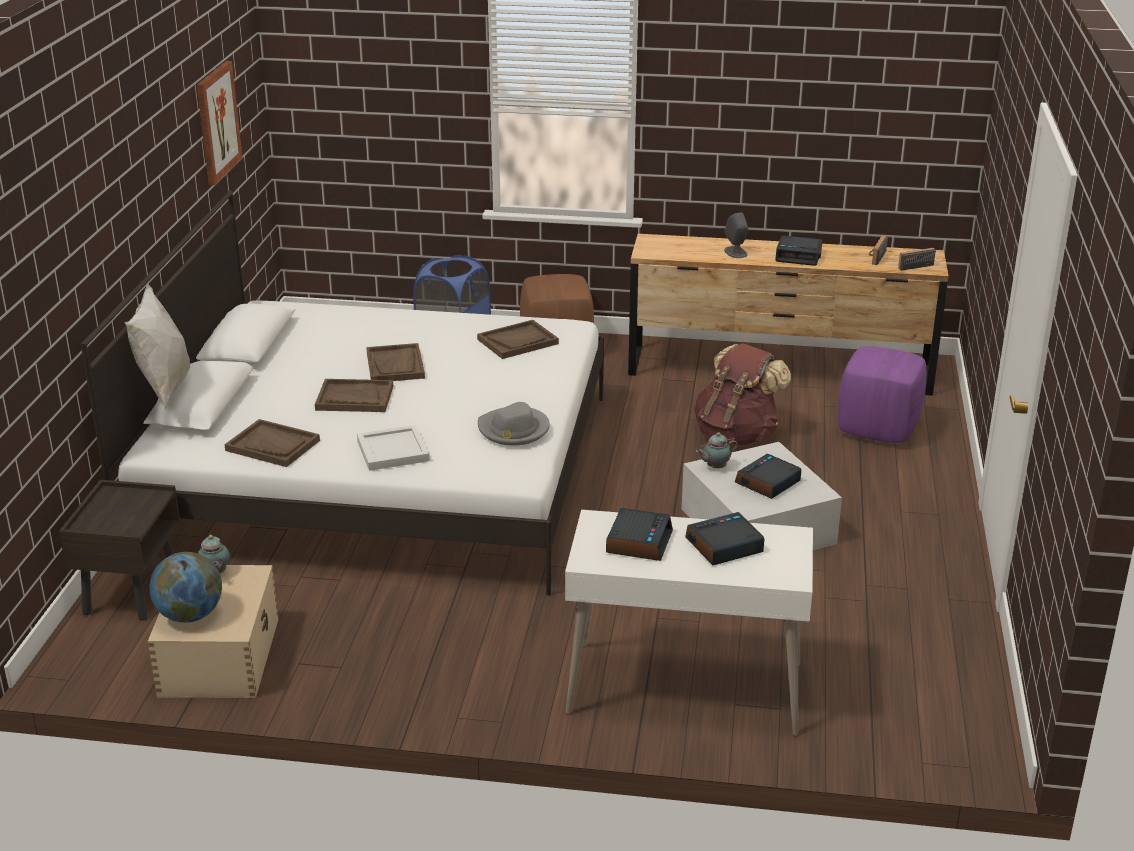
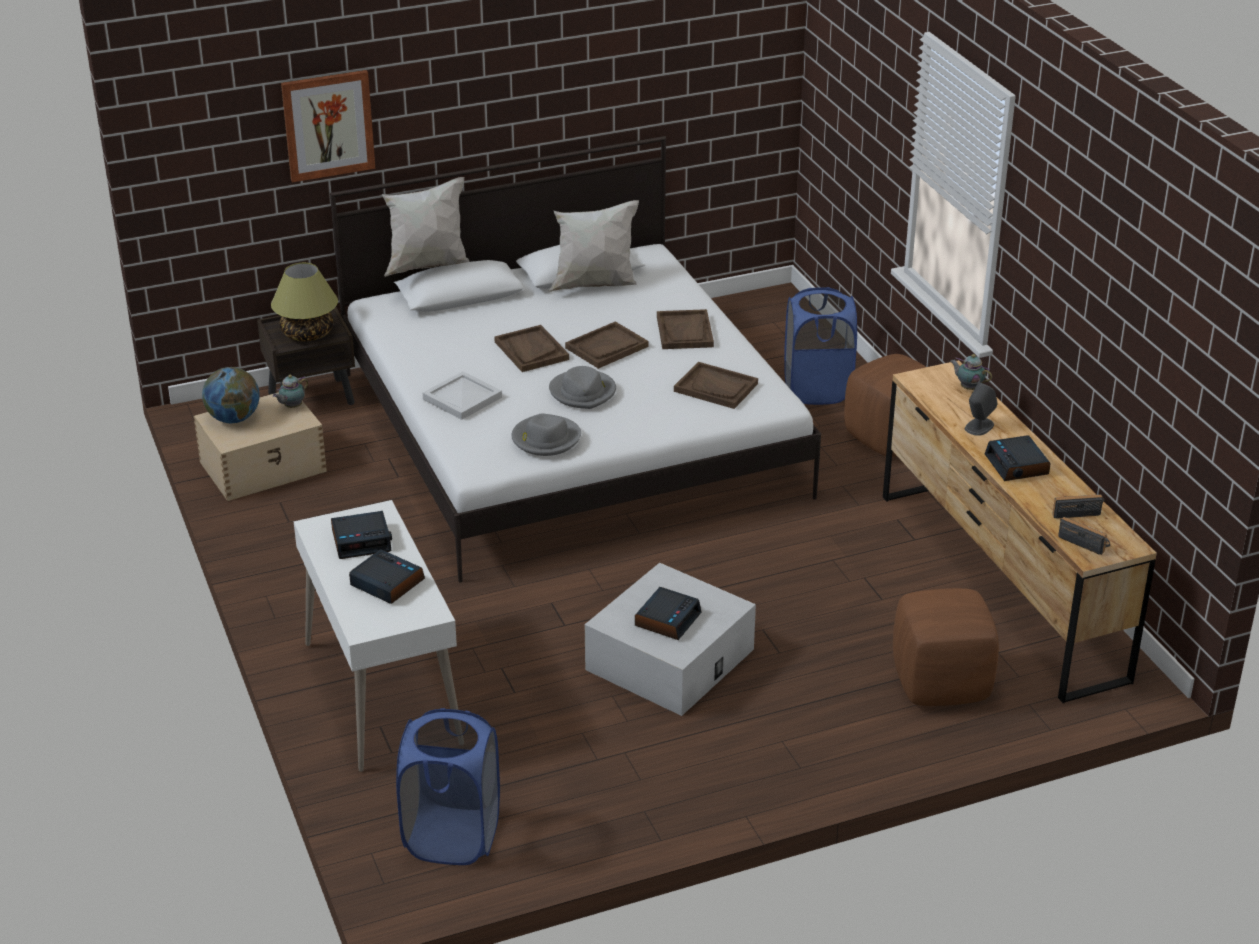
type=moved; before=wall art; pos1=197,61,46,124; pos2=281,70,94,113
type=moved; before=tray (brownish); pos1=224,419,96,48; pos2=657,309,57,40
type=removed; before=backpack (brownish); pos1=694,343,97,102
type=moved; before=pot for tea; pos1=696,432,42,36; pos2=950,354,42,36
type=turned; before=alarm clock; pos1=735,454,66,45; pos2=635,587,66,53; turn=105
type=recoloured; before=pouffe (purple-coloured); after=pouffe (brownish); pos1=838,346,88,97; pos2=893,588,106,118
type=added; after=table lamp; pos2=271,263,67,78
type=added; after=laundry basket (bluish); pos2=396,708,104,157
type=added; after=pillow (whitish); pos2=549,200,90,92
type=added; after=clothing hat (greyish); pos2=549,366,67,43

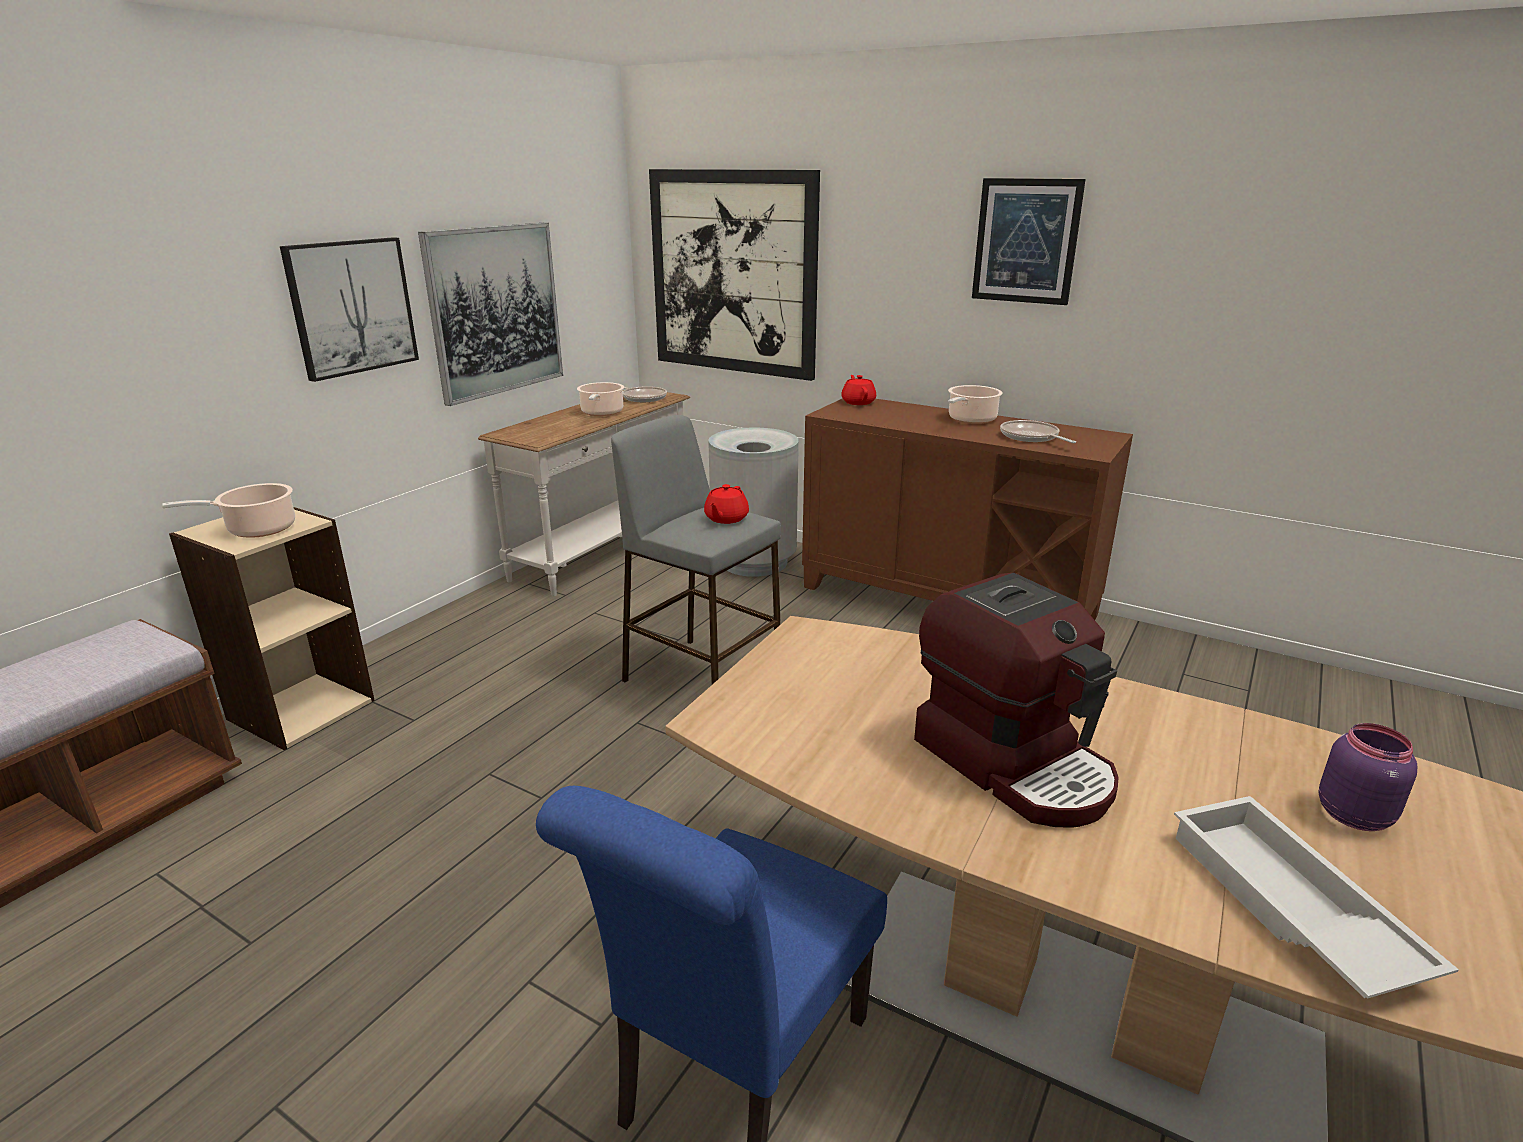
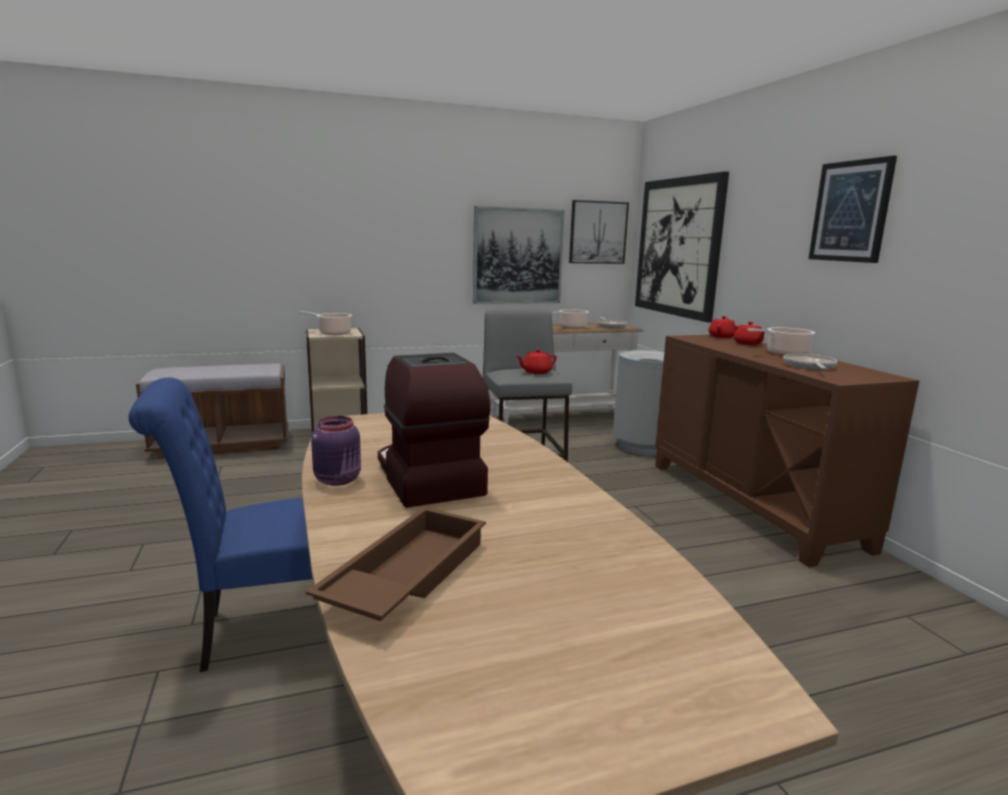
type=moved; before=wall art; pos1=280,237,139,145; pos2=569,200,60,64
type=turned; before=coffee maker; pos1=914,573,204,255; pos2=378,353,113,155; turn=150
type=recoloured; before=tray (whitish); after=tray (brownish); pos1=1174,796,285,203; pos2=306,507,180,114
type=moved; before=preserve jar (purple-coloured); pos1=1319,723,98,108; pos2=311,416,50,70
type=added; after=pot for tea (reddish); pos2=734,322,31,23

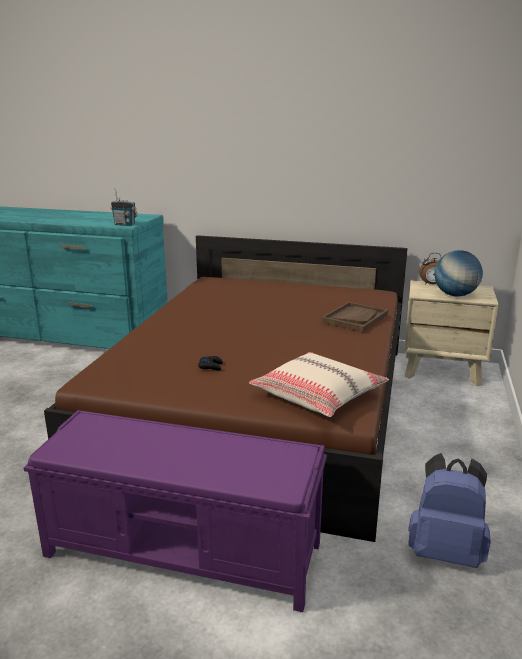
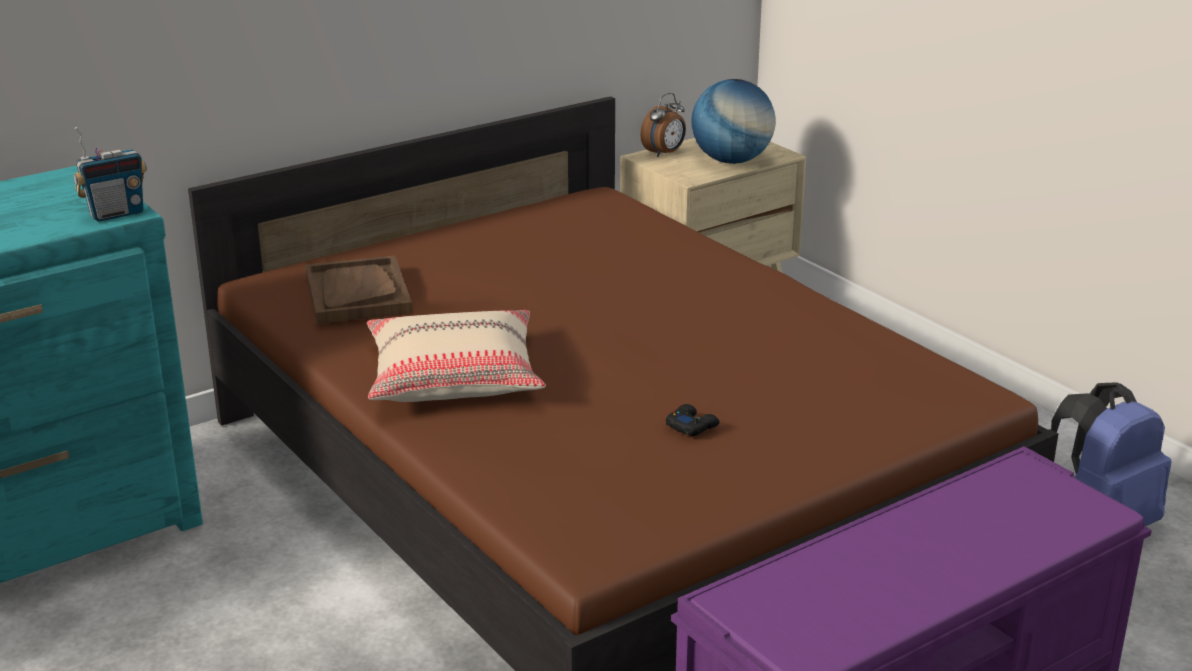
type=moved; before=pillow (beige-coloured); pos1=249,352,140,65; pos2=367,310,179,92
type=moved; before=tray (brownish); pos1=322,302,66,30; pos2=305,256,108,68

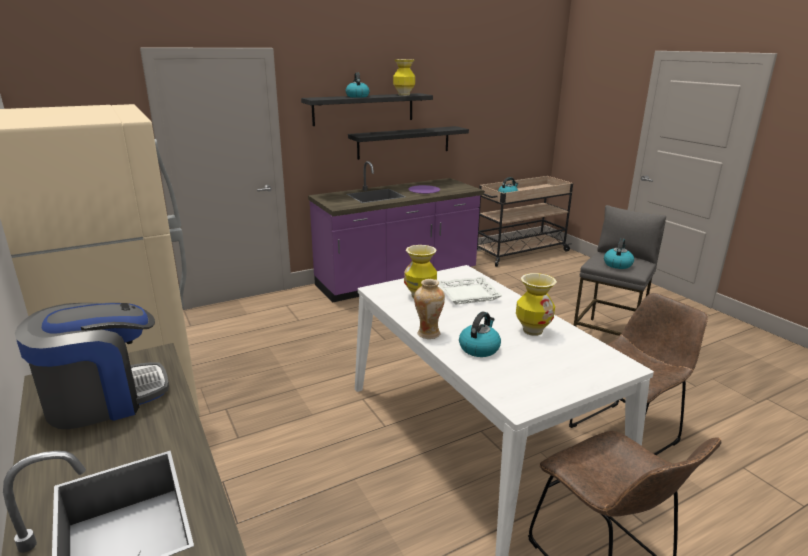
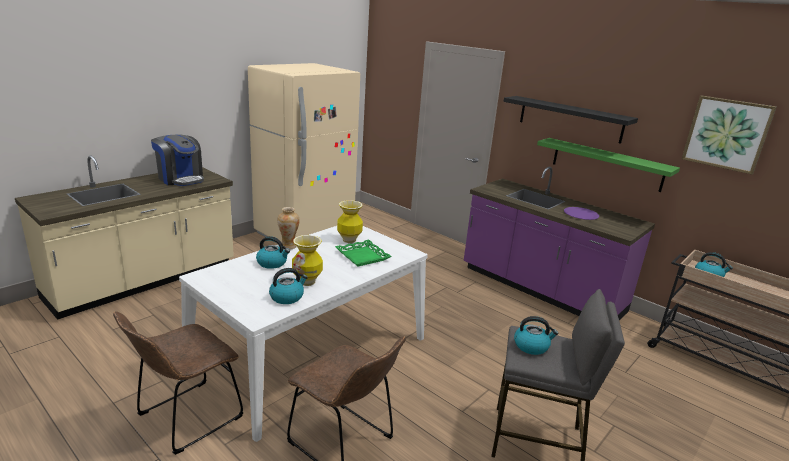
type=moved; before=water kettle; pos1=345,72,25,26; pos2=269,268,39,36
type=recoloured; before=shelf (blackish); after=shelf (greenish); pos1=348,126,121,34; pos2=537,138,143,54
type=removed; before=decorative vase; pos1=393,59,22,37
type=recoloured; before=tray (whitish); after=tray (greenish); pos1=439,276,64,28; pos2=335,240,57,26
type=added; after=wall art; pos2=682,95,94,79

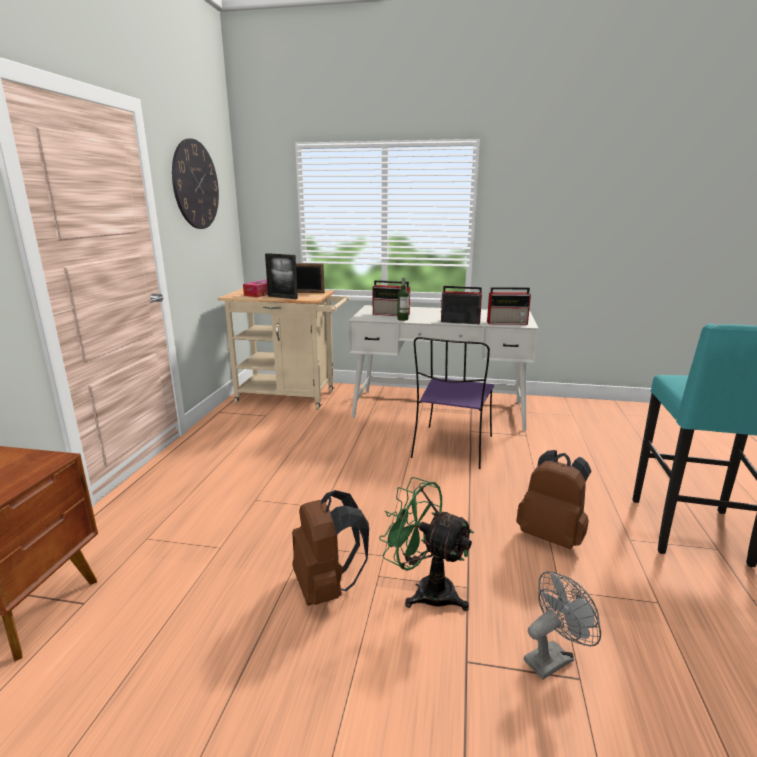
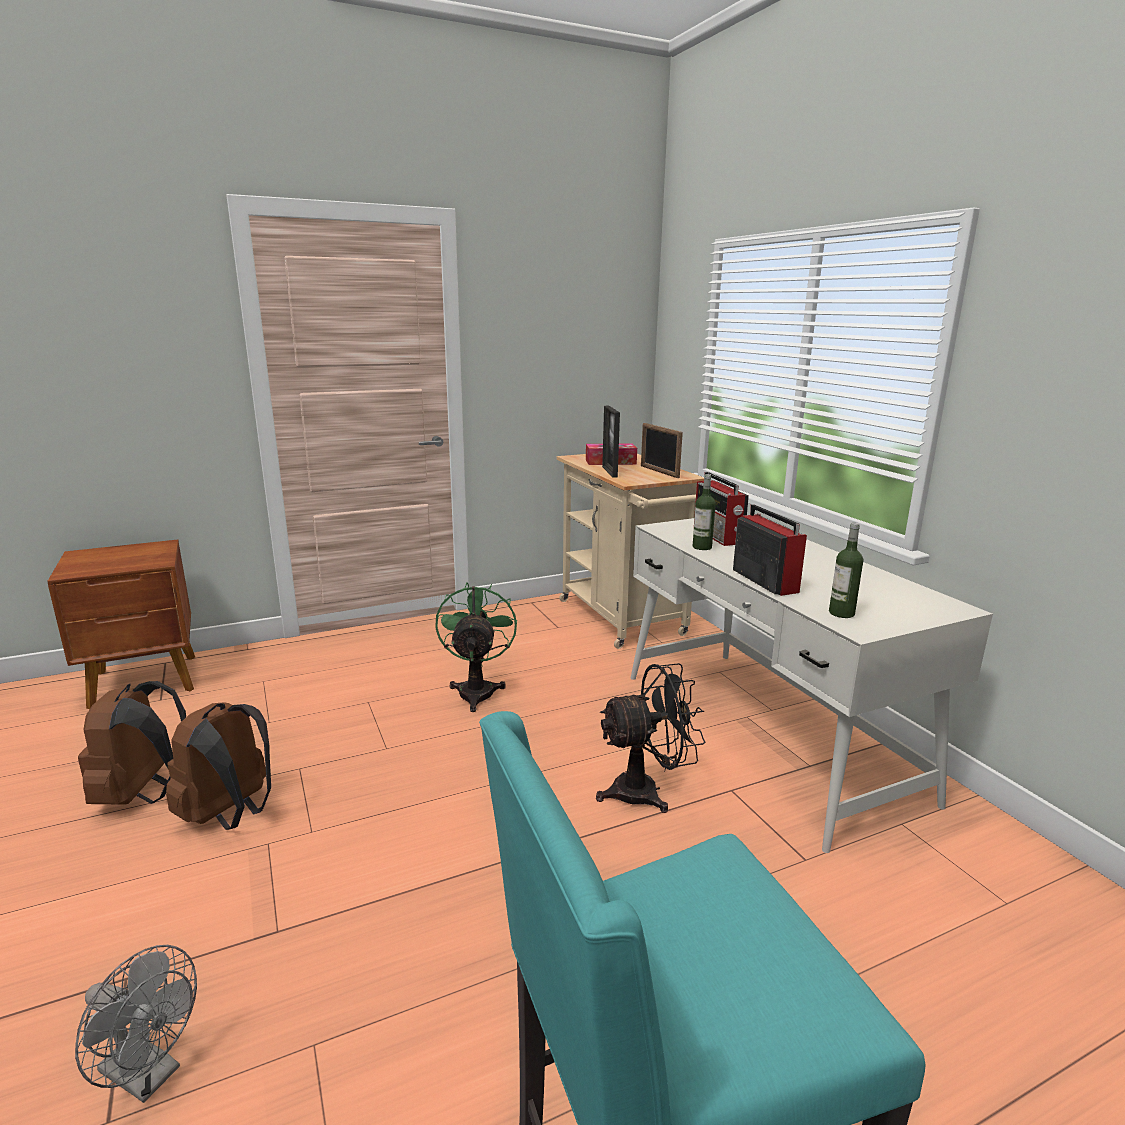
type=removed; before=clock on the wall; pos1=172,139,47,90
type=moved; before=fan (greenish); pos1=379,477,95,134; pos2=435,583,82,129
type=replaced; before=upright chair (purple-coloured); after=fan (blackish); pos1=411,337,83,132; pos2=596,663,109,150
type=replaced; before=radio receiver; after=beverage bottle; pos1=487,287,44,38; pos2=829,523,34,95
type=moved; before=backpack (brownish); pos1=516,450,75,99; pos2=78,681,108,124

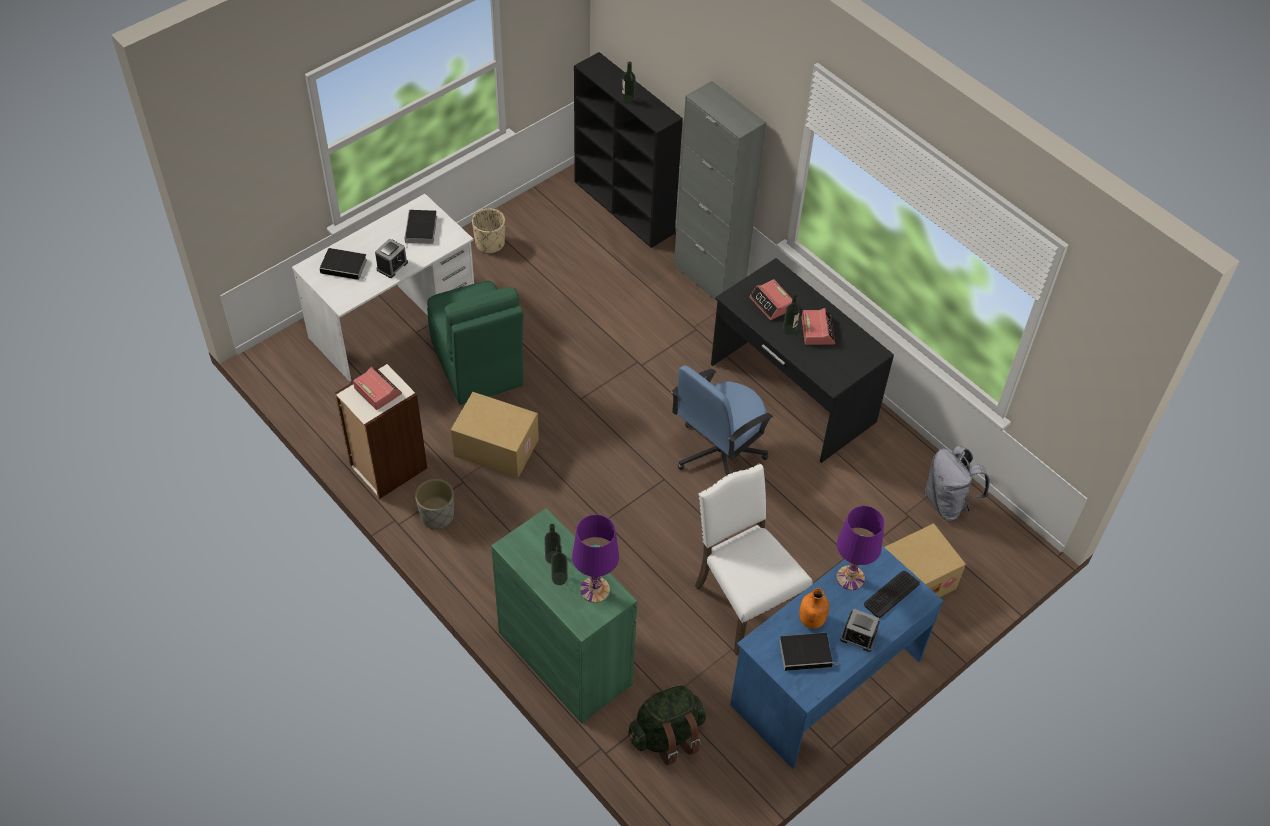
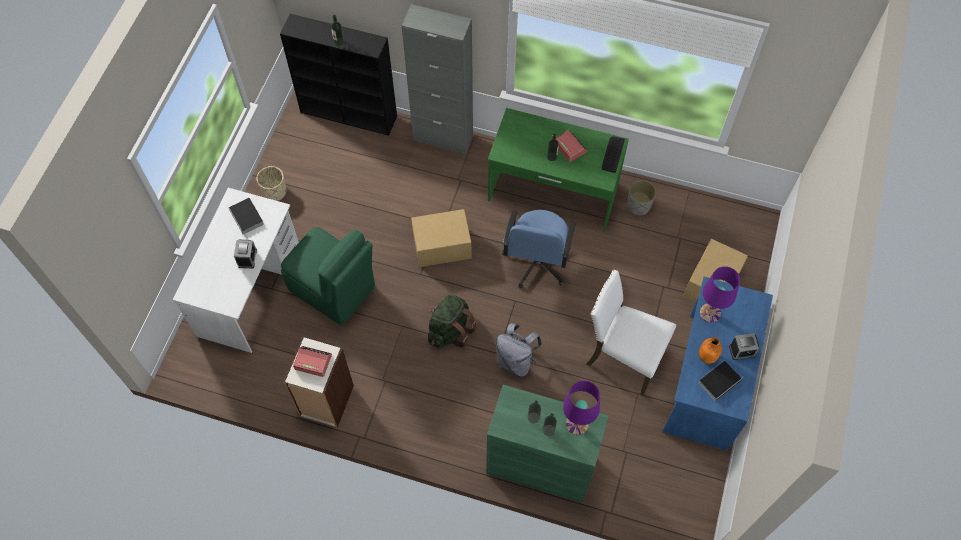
type=removed; before=bound book; pos1=319,248,48,32
type=moved; before=flower pot (greyish); pos1=415,479,39,50; pos2=627,180,29,35
type=moved; before=packing box; pos1=451,392,88,86; pos2=411,209,61,58
type=moved; before=backpack (greenish); pos1=628,686,78,79; pos2=428,294,49,54
type=recoloured; before=desk table (blackish); after=desk table (greenish); pos1=711,258,183,205; pos2=488,108,141,124
type=removed; before=alarm clock; pos1=749,279,43,41
type=moved; before=keyboard; pos1=864,571,56,48; pos2=602,136,23,37
type=moved; before=backpack (greyish); pos1=924,445,66,76; pos2=496,323,46,54

